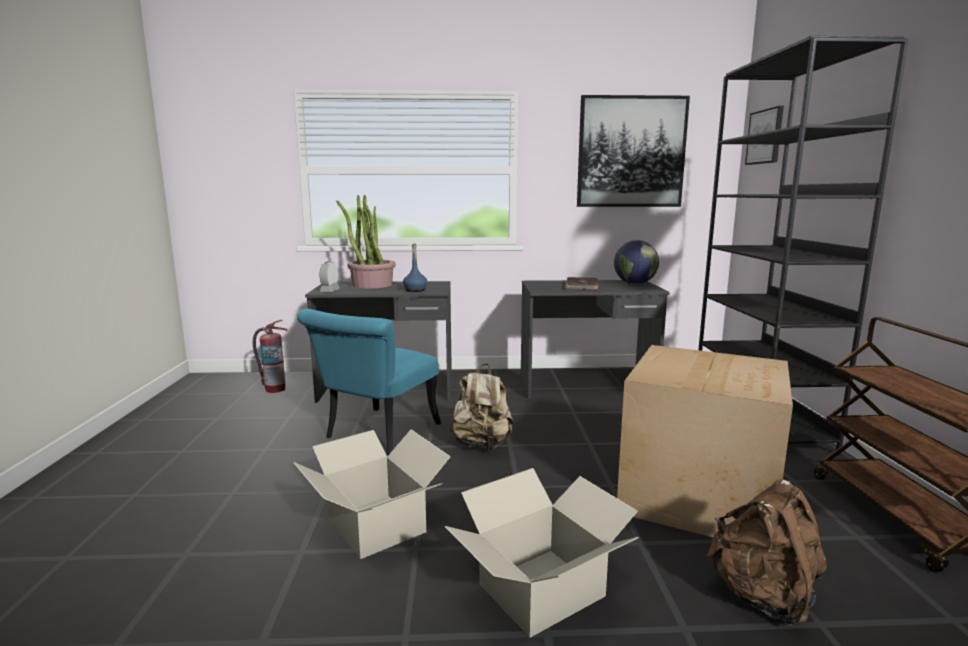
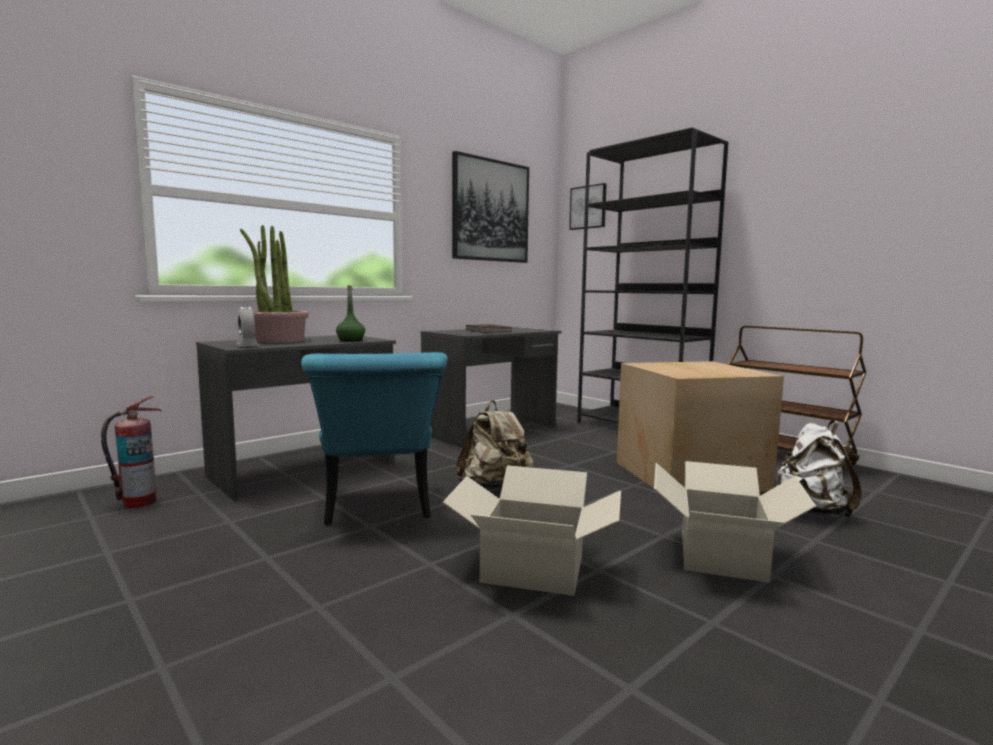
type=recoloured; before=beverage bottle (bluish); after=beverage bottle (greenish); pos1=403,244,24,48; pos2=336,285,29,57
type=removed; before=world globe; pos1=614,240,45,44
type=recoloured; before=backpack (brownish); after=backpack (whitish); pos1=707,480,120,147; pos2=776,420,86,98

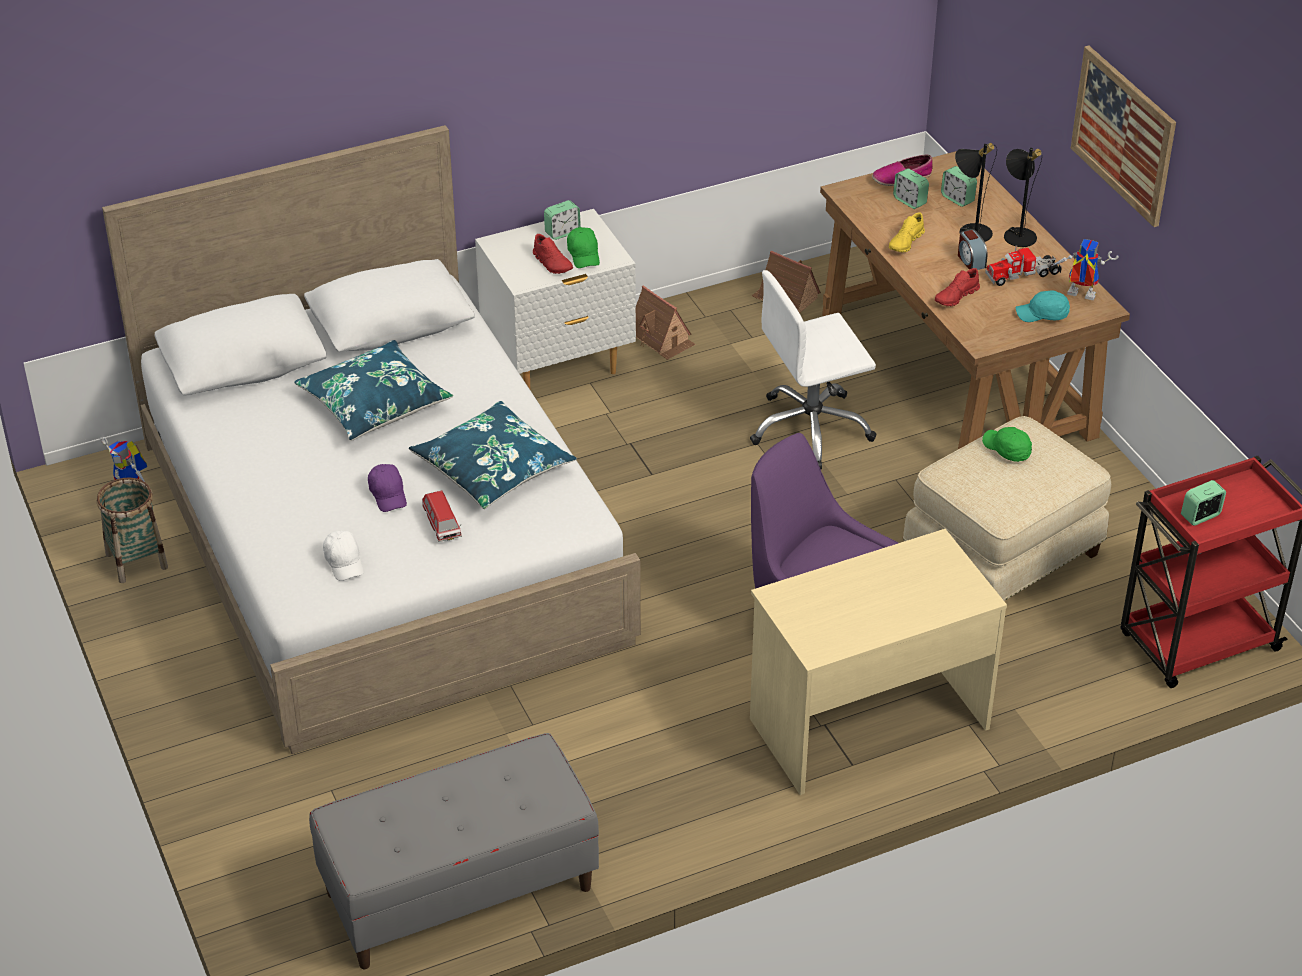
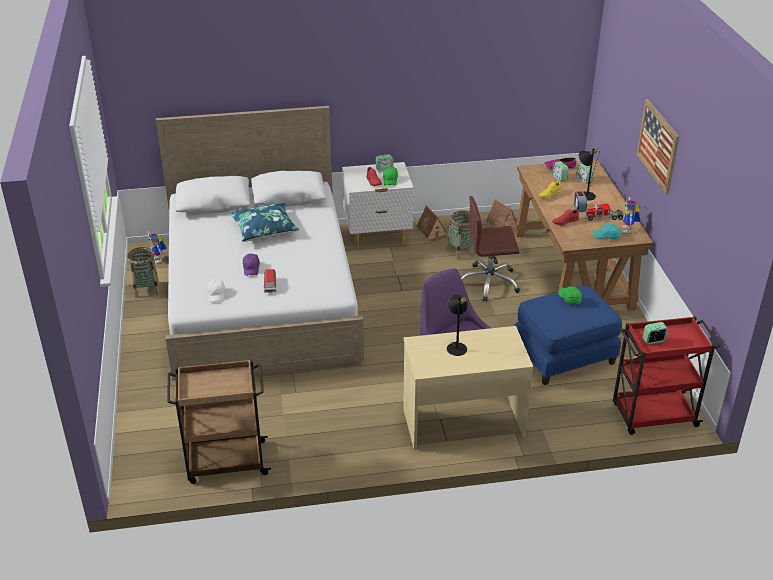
type=replaced; before=bench (greyish); after=wheeled cart (brownish); pos1=309,733,290,236; pos2=167,359,104,125
type=removed; before=pillow (bluish); pos1=409,401,168,108
type=recoloured; before=computer chair (whitish); after=computer chair (brownish); pos1=750,270,126,199; pos2=461,196,59,106
type=recoloured; before=pouffe (beige-coloured); after=pouffe (bluish); pos1=903,416,208,185; pos2=514,286,108,99
type=moved; before=table lamp (blackish); pos1=1004,148,38,99; pos2=447,295,21,61
type=turned; before=robot figure; pos1=1052,239,67,61; pos2=622,197,18,37; turn=-120
type=added; after=storage basket; pos2=447,211,30,48

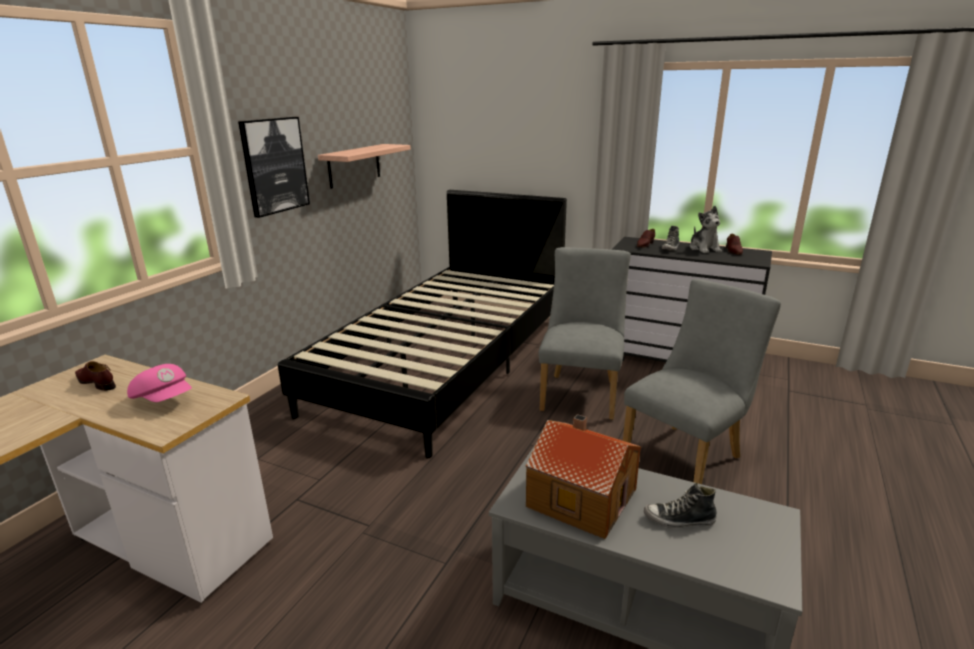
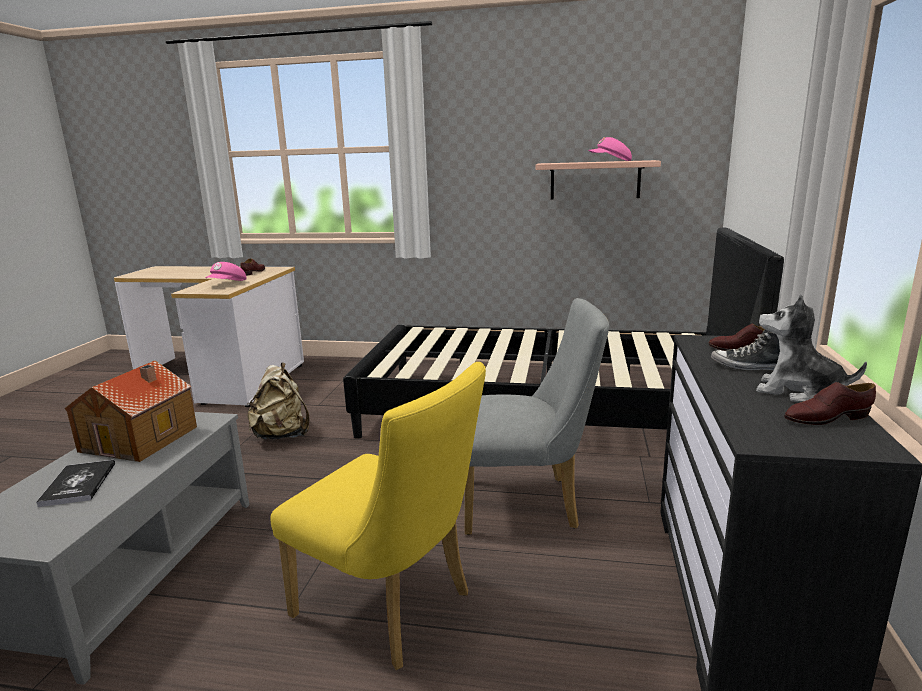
type=removed; before=wall art; pos1=238,117,72,101
type=recoloured; before=upright chair (greyish); after=upright chair (yellow-coloured); pos1=623,279,158,205; pos2=270,362,216,308
type=replaced; before=item of footwear; after=bound book; pos1=644,483,73,45; pos2=36,460,79,47
type=turned; before=soft toy; pos1=689,206,33,47; pos2=756,294,111,108; turn=60
type=added; after=backpack (beige-coloured); pos2=247,362,62,77
type=added; after=baseball cap (pink-coloured); pos2=588,137,44,24

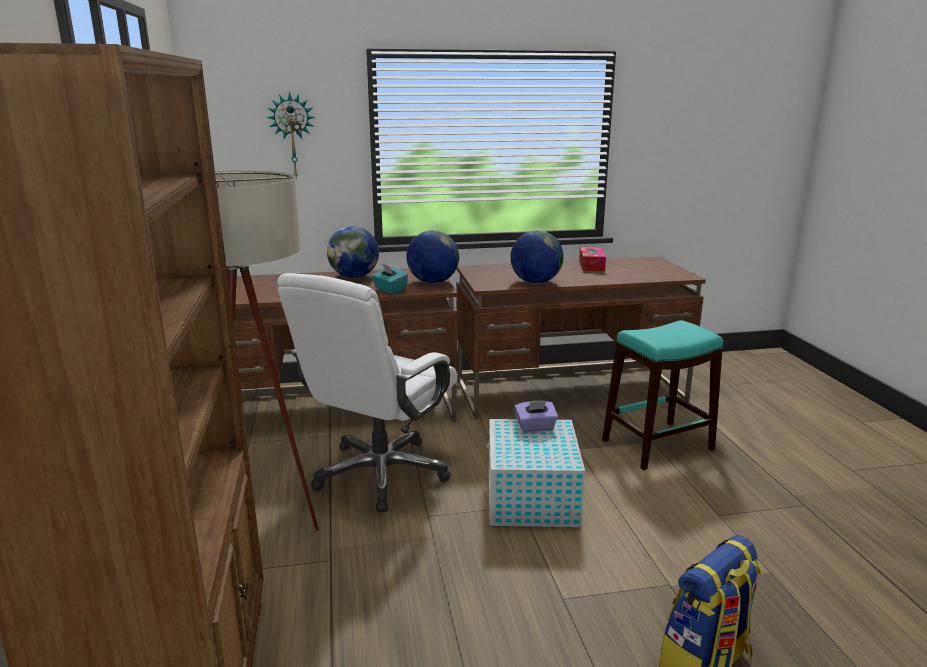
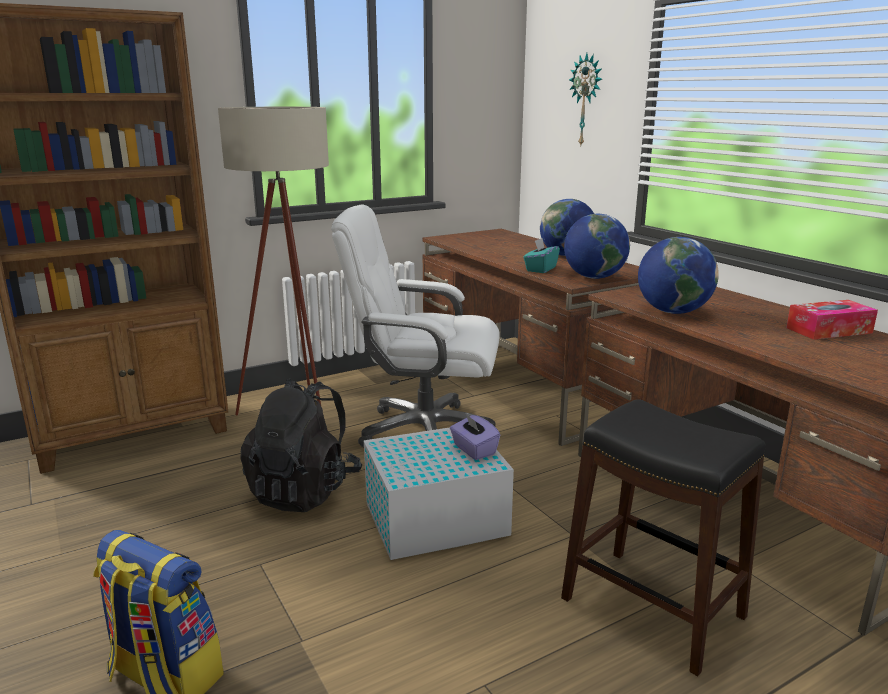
type=recoloured; before=stool (blue-green); after=stool (blackish); pos1=602,320,121,150; pos2=561,399,205,277
type=added; after=backpack (blackish); pos2=240,378,122,134

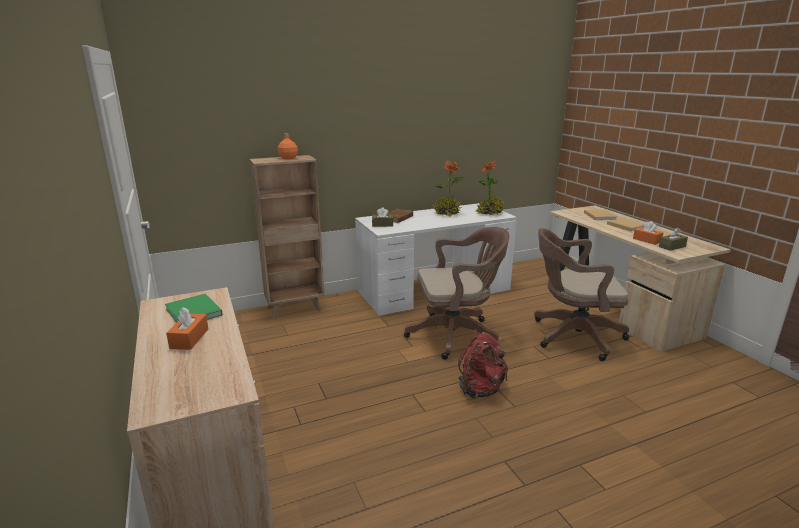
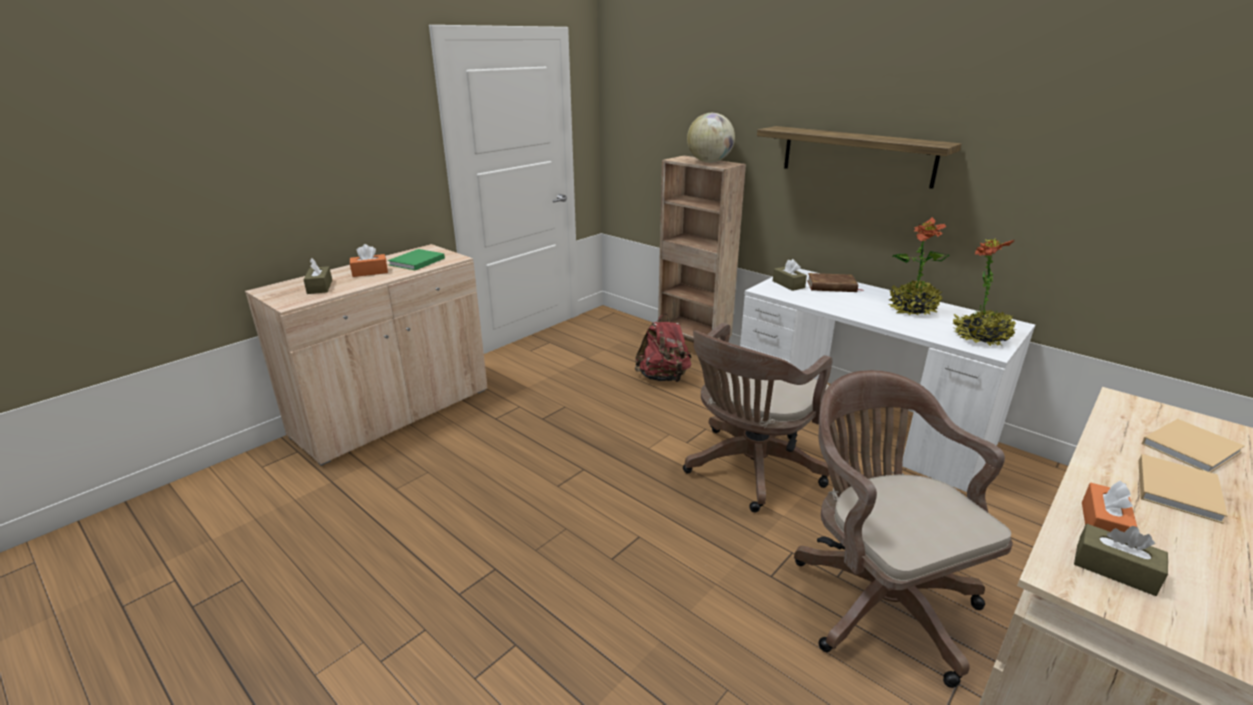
type=replaced; before=beverage bottle (orangey); after=world globe; pos1=277,133,21,26; pos2=687,113,48,50
type=turned; before=computer chair (brownish); pos1=404,227,106,133; pos2=683,323,150,189; turn=75
type=moved; before=backpack (reddish); pos1=458,329,50,69; pos2=635,313,57,69
type=added; after=box of tissues (brownish); pos2=303,258,29,36
type=added; after=shelf; pos2=757,126,205,63

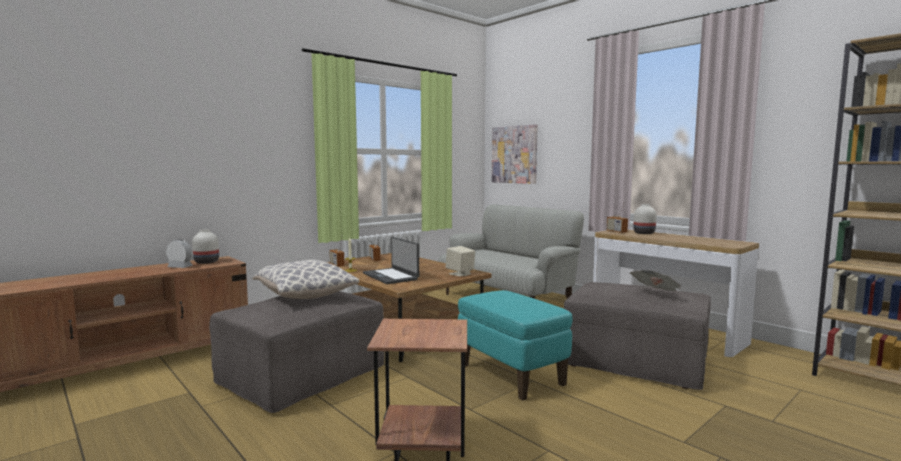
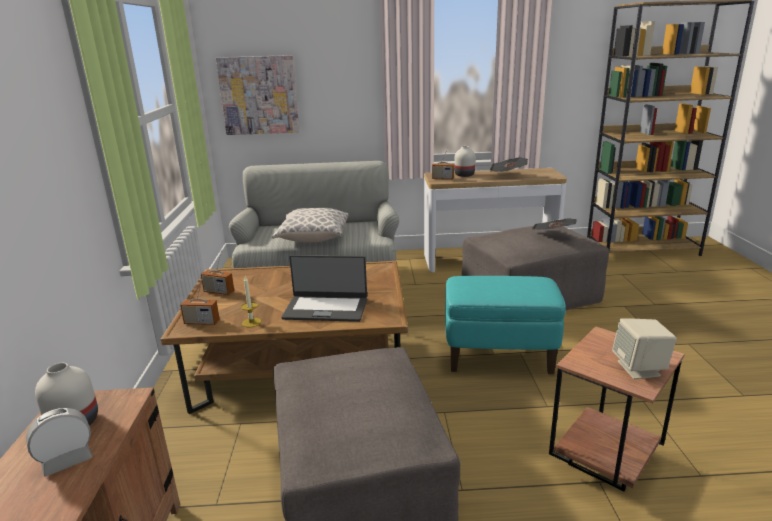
type=moved; before=pillow; pos1=252,259,107,40; pos2=272,208,77,35
type=moved; before=speaker (beige-coloured); pos1=446,246,29,30; pos2=612,318,65,61
type=added; after=daily paper; pos2=490,157,38,15

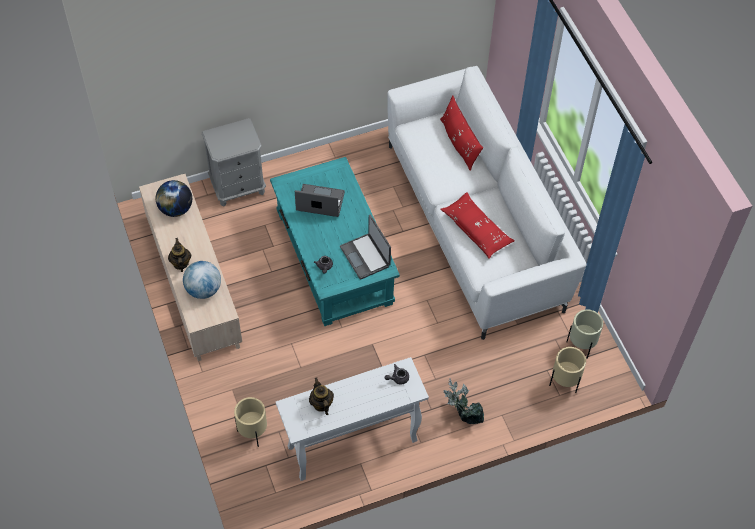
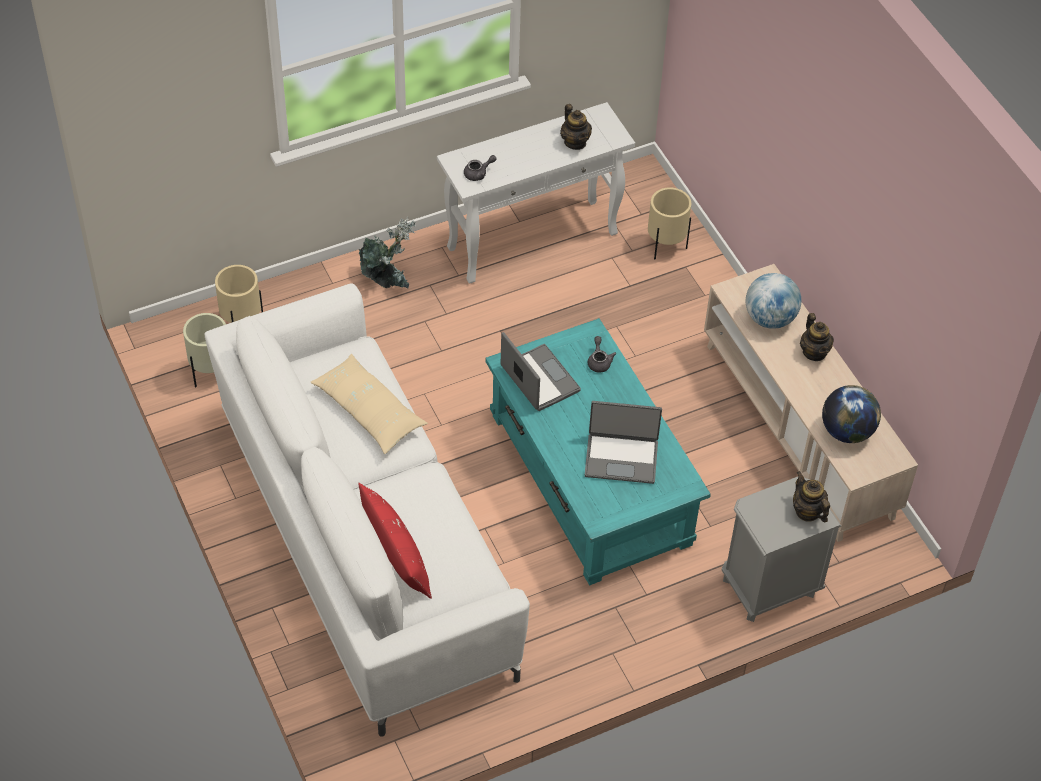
type=recoloured; before=pillow (reddish); after=pillow (beige-coloured); pos1=440,192,75,66; pos2=310,354,118,100
type=added; after=pot for tea; pos2=793,471,37,51

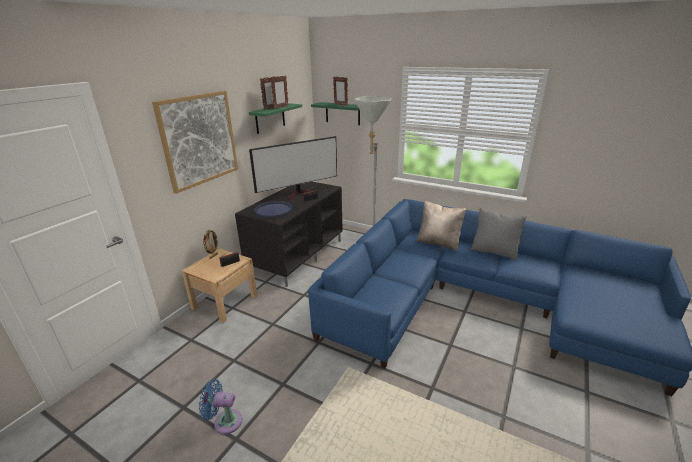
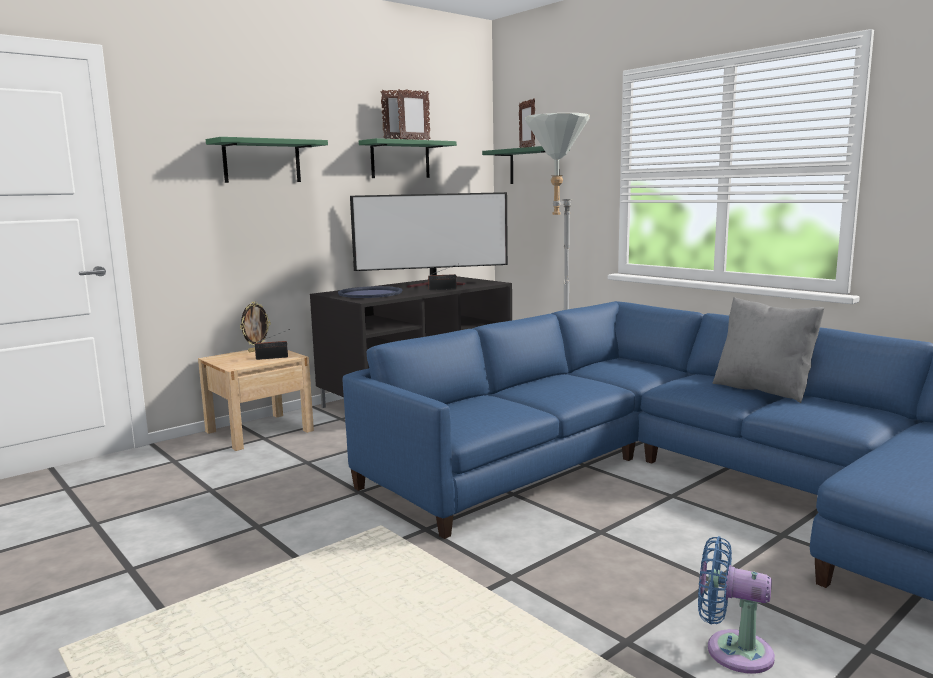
type=replaced; before=wall art; after=shelf (greenish); pos1=152,91,86,103; pos2=206,137,122,46
type=moved; before=fan (bluish); pos1=199,379,43,56; pos2=698,536,77,138
type=removed; before=pillow (beige-coloured); pos1=416,201,50,50

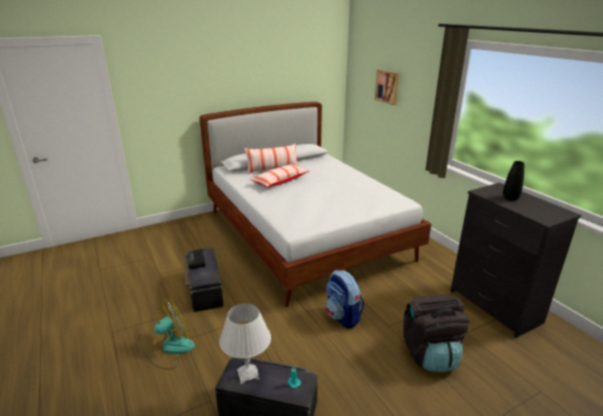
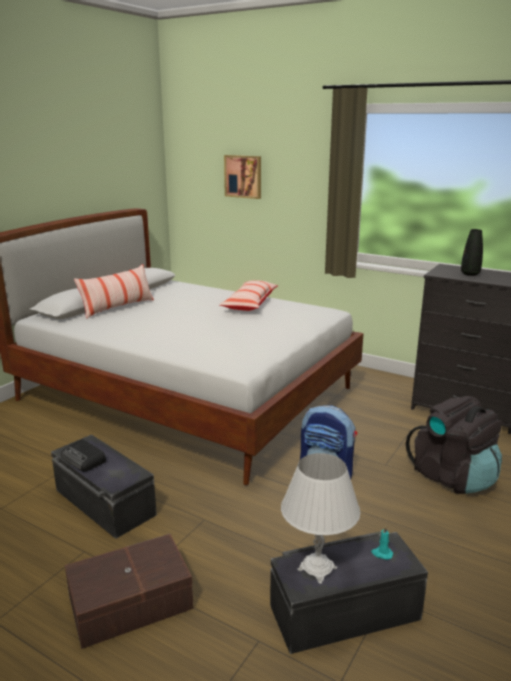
type=replaced; before=fan; after=storage box (brownish); pos1=147,299,48,71; pos2=65,534,129,115
type=moved; before=pillow; pos1=249,164,60,23; pos2=219,280,59,31

